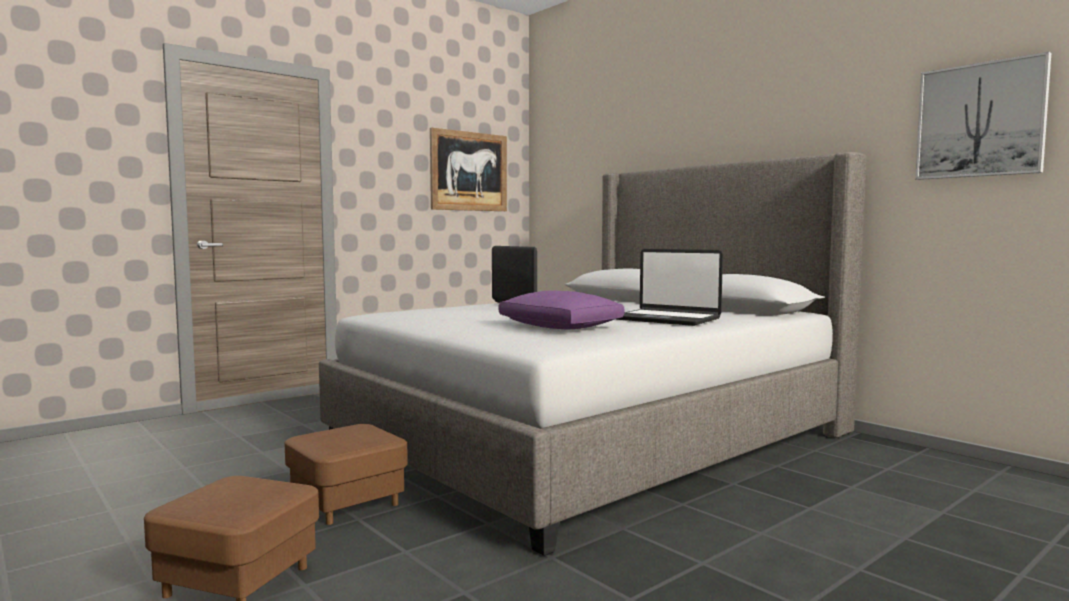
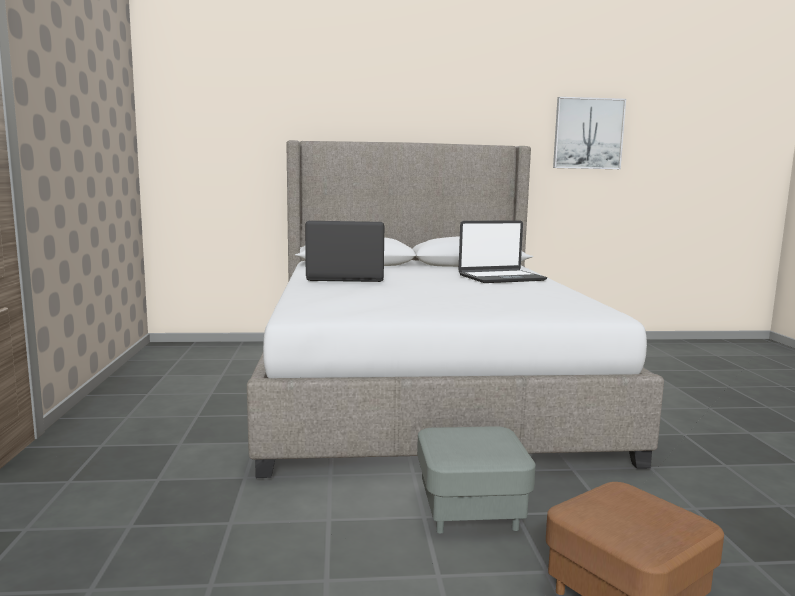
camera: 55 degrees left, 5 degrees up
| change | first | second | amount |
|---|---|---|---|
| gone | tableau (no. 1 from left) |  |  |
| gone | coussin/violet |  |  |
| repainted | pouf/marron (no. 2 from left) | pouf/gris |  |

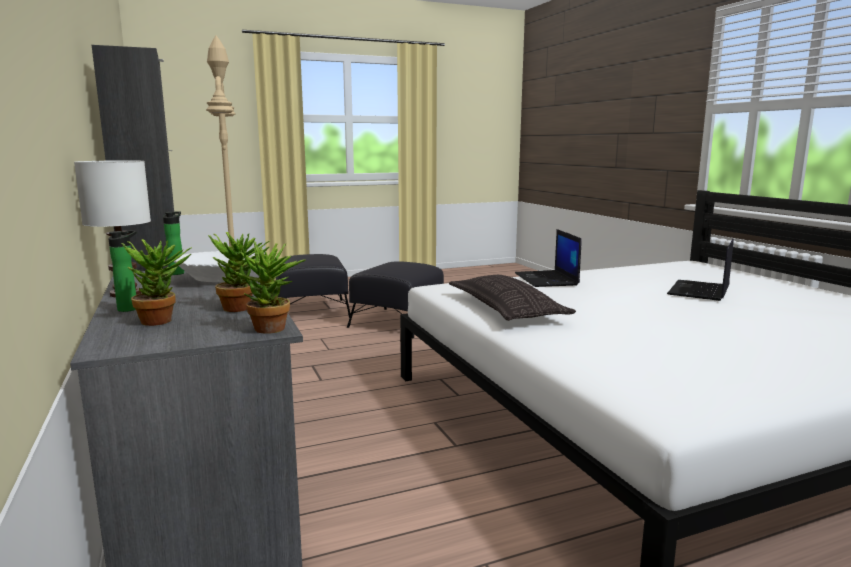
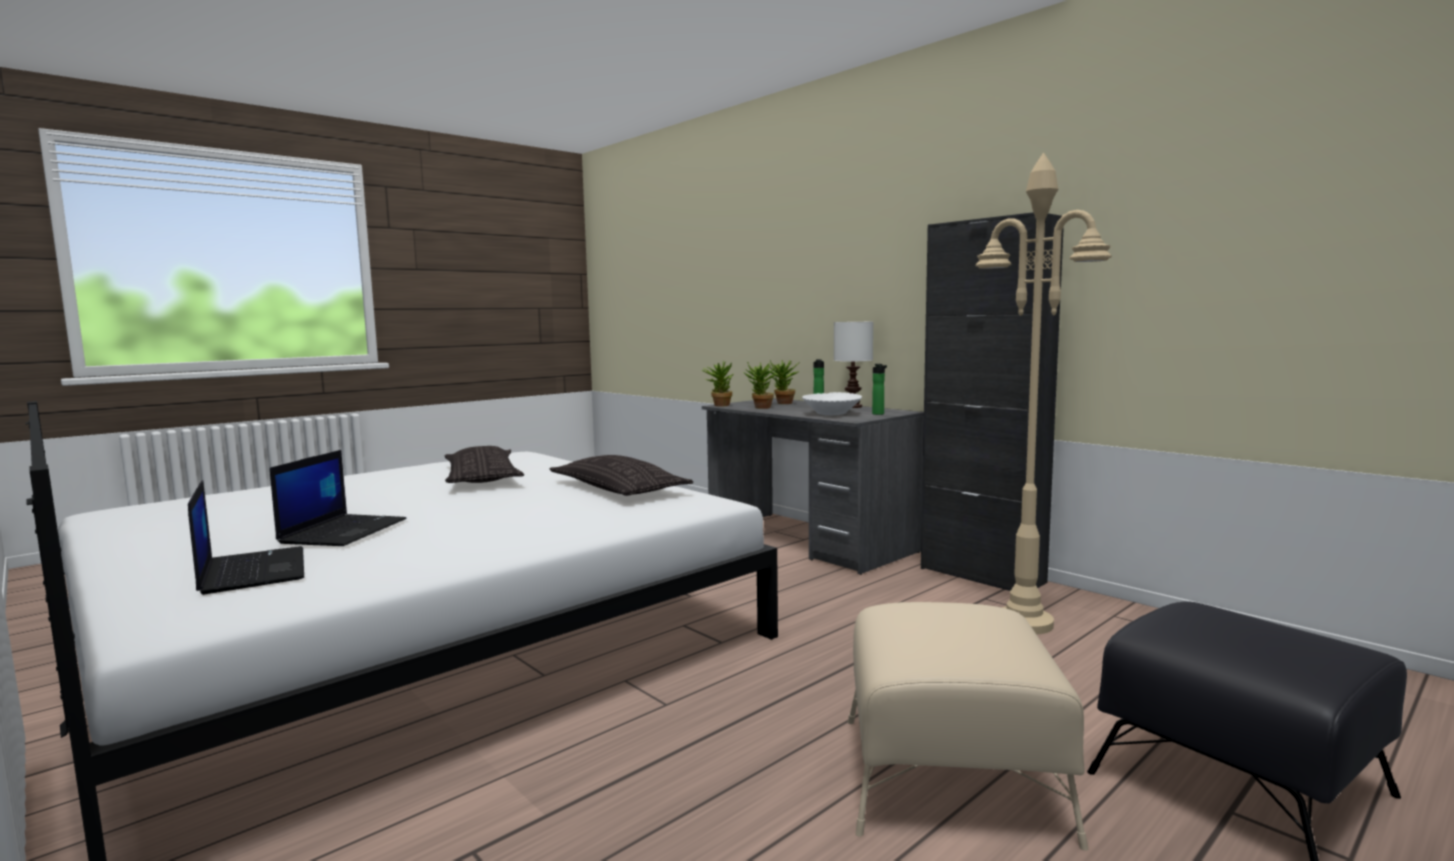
camera: 160 degrees right, 5 degrees down
| change | first | second | amount |
|---|---|---|---|
| new |  | coussin (no. 1 from left) |  |
| shifted | ordinateur portable (no. 1 from left) |  |  |
| repainted | pouf/noir (no. 2 from left) | pouf/beige |  |

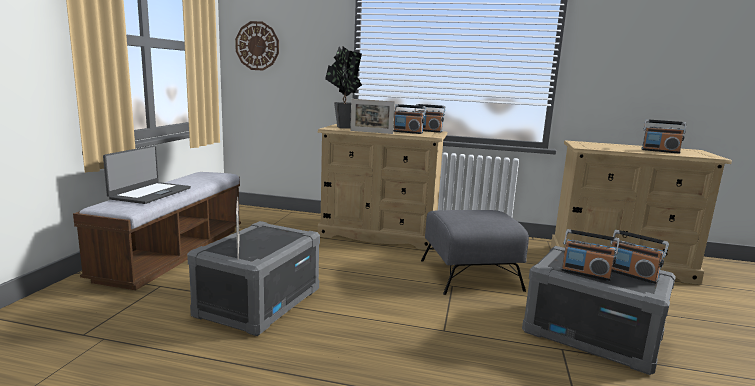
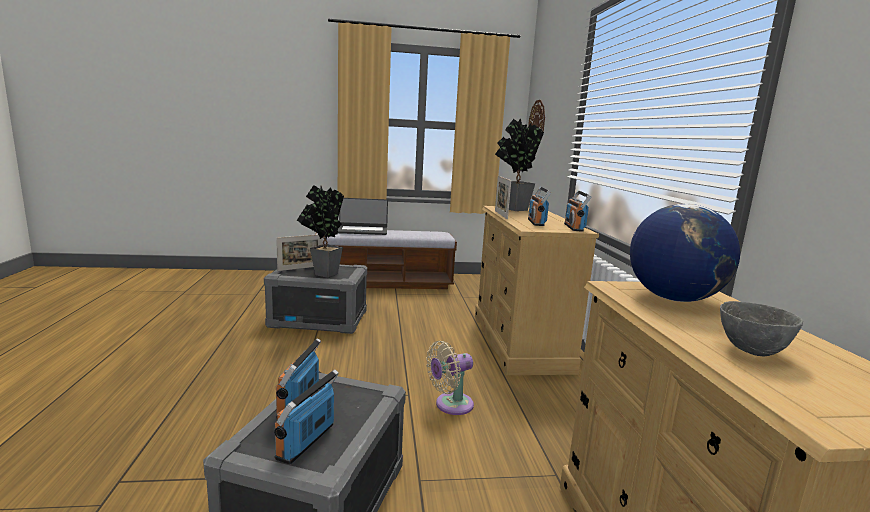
camera: 70 degrees right, 0 degrees up
| change | first | second | amount |
|---|---|---|---|
| new |  | plante en pot (no. 1 from left) |  |
| new |  | globe |  |
| swapped | pouf/gris | ventilateur/beige |  |
| swapped | radio (no. 5 from left) | bol/gris |  |

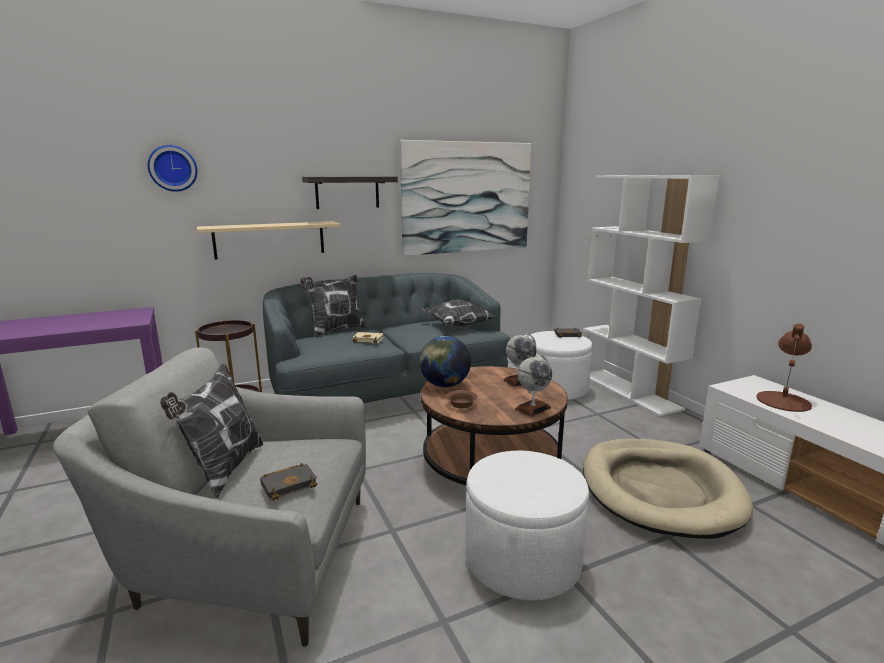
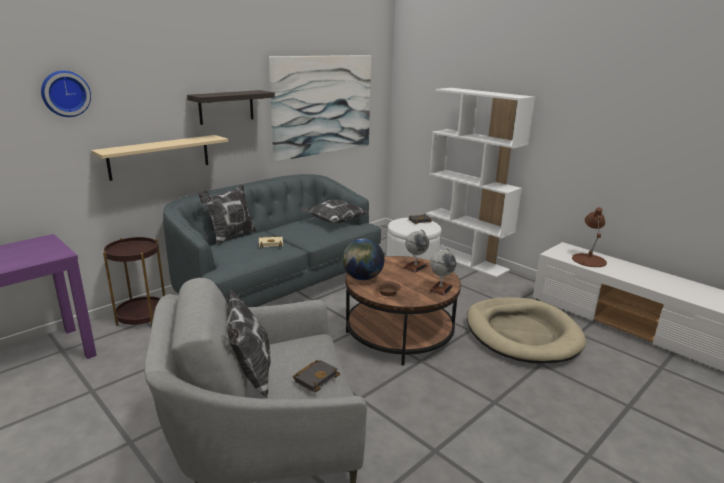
camera: 20 degrees left, 5 degrees up
| change | first | second | amount |
|---|---|---|---|
| gone | pouf/blanc (no. 1 from left) |  |  |

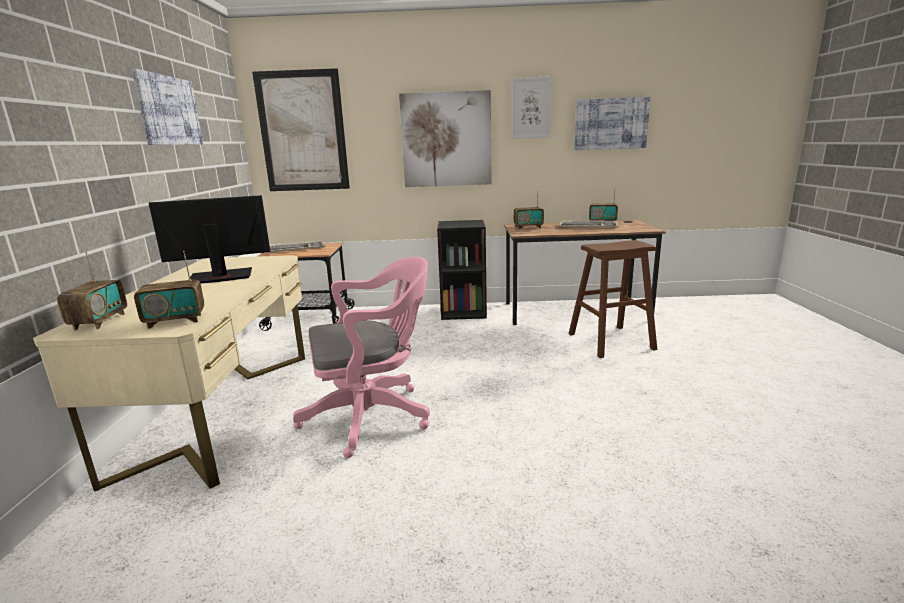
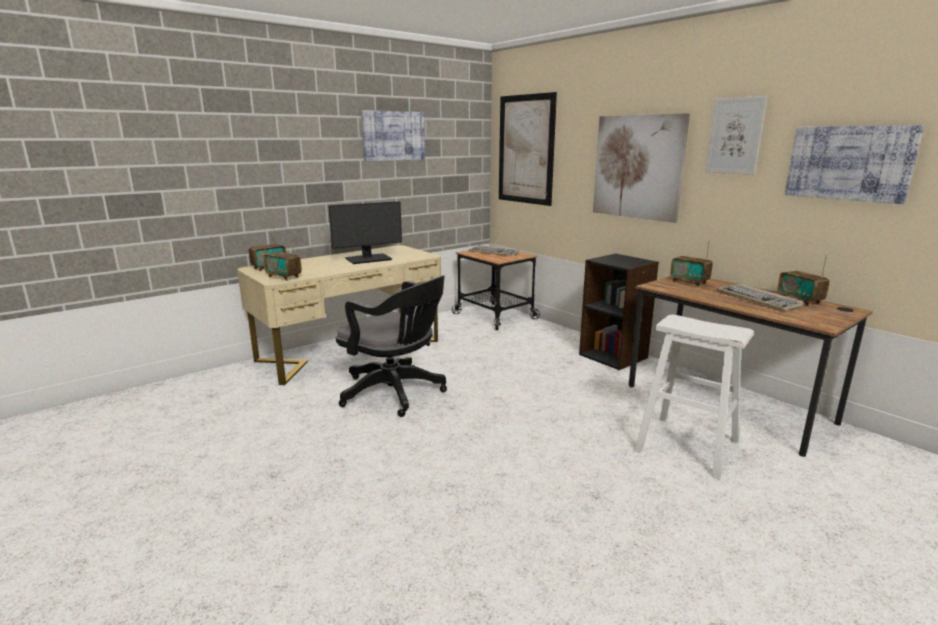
camera: 50 degrees right, 0 degrees up
| change | first | second | amount |
|---|---|---|---|
| repainted | chaise de bureau/rose | chaise de bureau/noir |  |
| repainted | tabouret/marron | tabouret/blanc |  |
| rotated | écran d'ordinateur |  | 120 degrees clockwise |

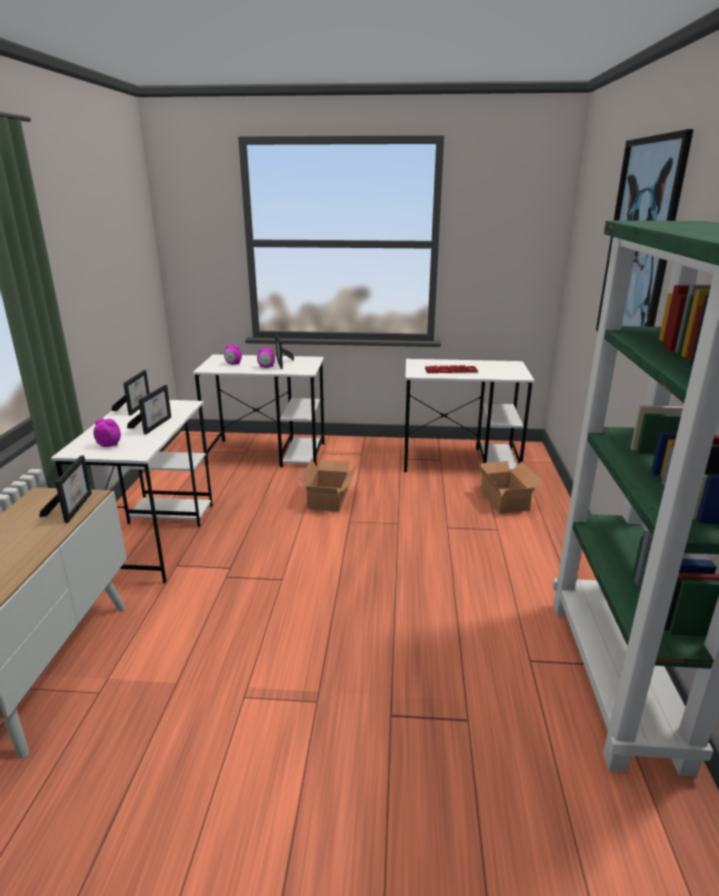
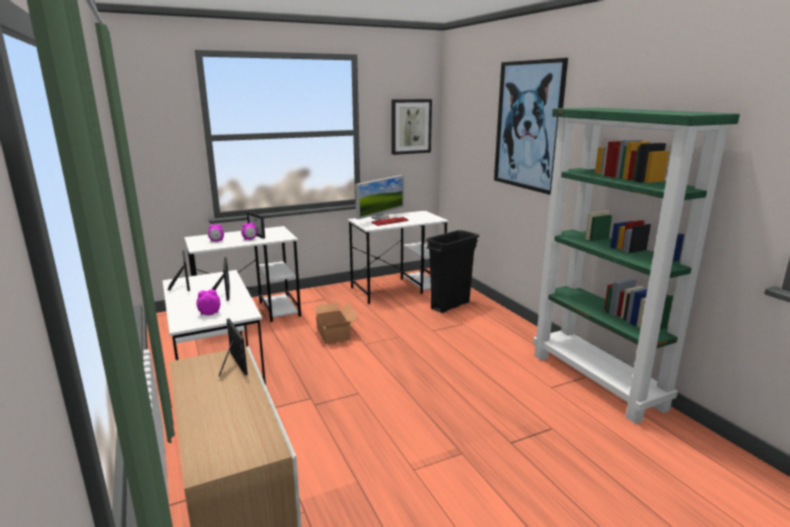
camera: 30 degrees left, 5 degrees down
| change | first | second | amount |
|---|---|---|---|
| new |  | écran d'ordinateur |  |
| new |  | tableau (no. 1 from left) |  |
| swapped | carton (no. 2 from left) | poubelle/noir |  |

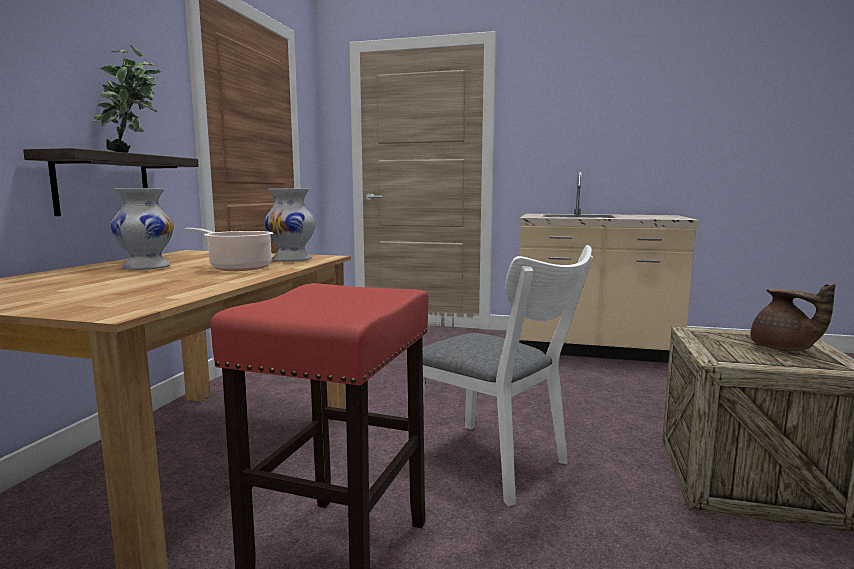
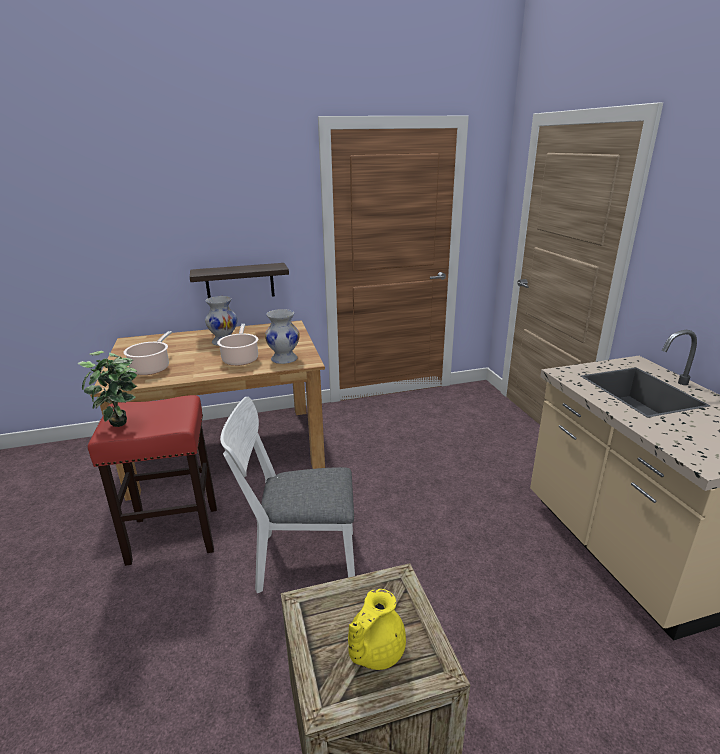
camera: 60 degrees right, 15 degrees up
| change | first | second | amount |
|---|---|---|---|
| new |  | marmite (no. 1 from left) |  |
| shifted | plante en pot |  |  |
| repainted | théière/marron | théière/jaune |  |
| rotated | chaise/blanc |  | 75 degrees clockwise |

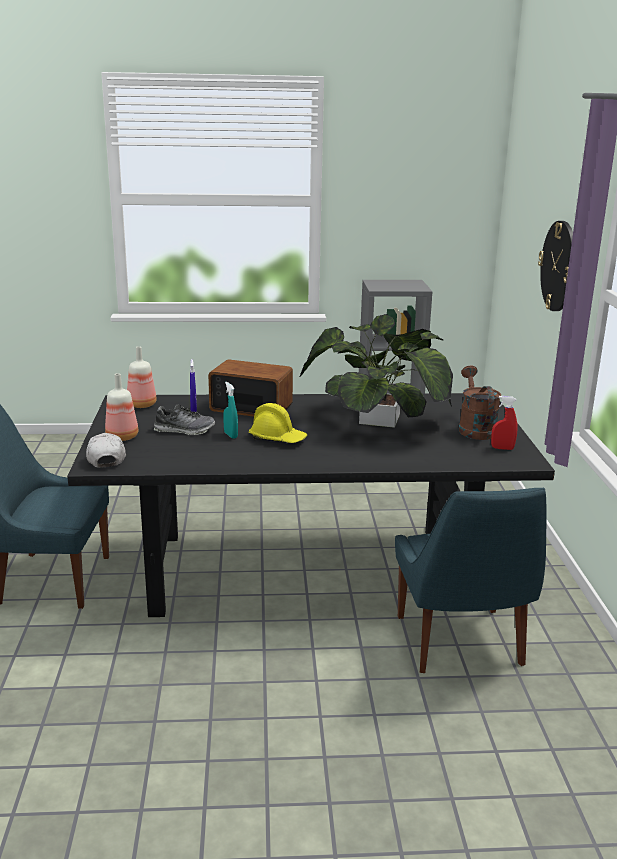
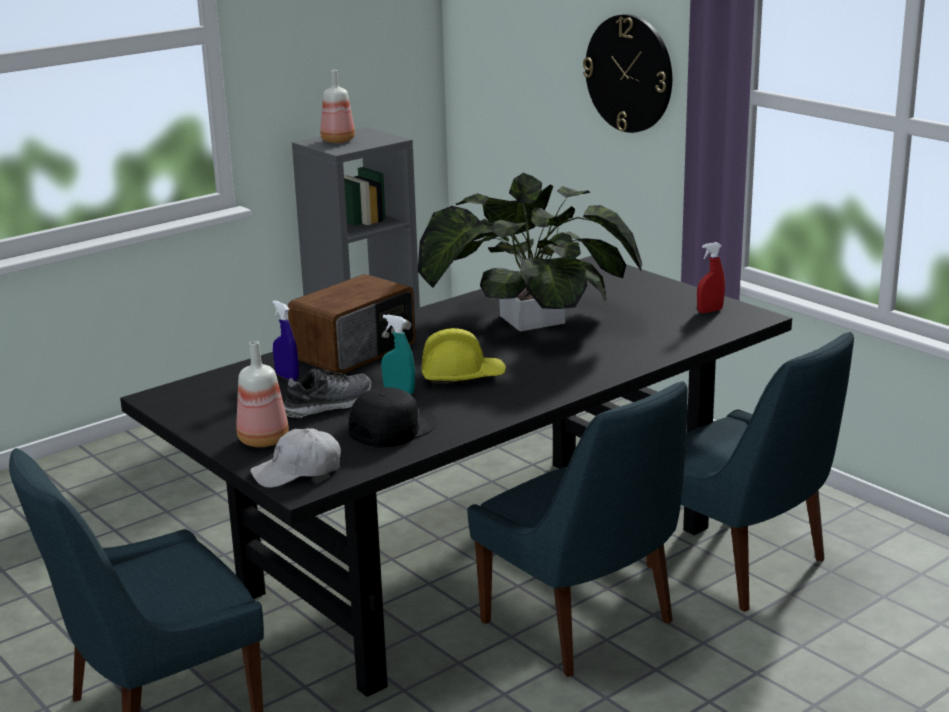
camera: 35 degrees left, 0 degrees up
| change | first | second | amount |
|---|---|---|---|
| gone | arrosoir/marron |  |  |
| new |  | casquette/noir |  |
| new |  | chaise/bleu (no. 2 from left) |  |
| shifted | bouteille (no. 2 from left) |  |  |
| rotated | casquette/blanc |  | 60 degrees counterclockwise |
| rotated | radio |  | 150 degrees clockwise |

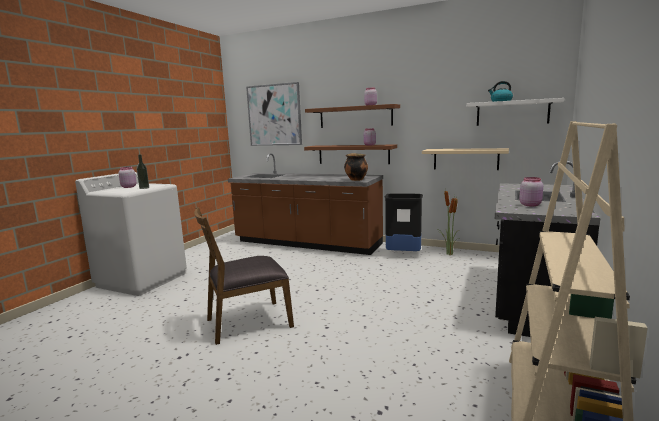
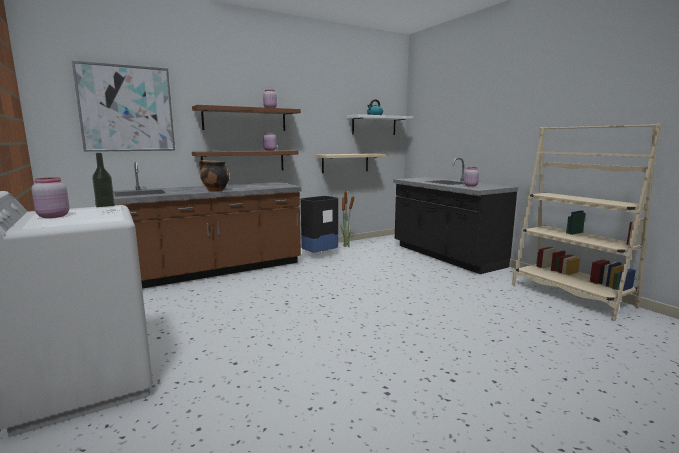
camera: 55 degrees left, 0 degrees up
| change | first | second | amount |
|---|---|---|---|
| gone | chaise/marron |  |  |
| shifted | marmite |  |  |

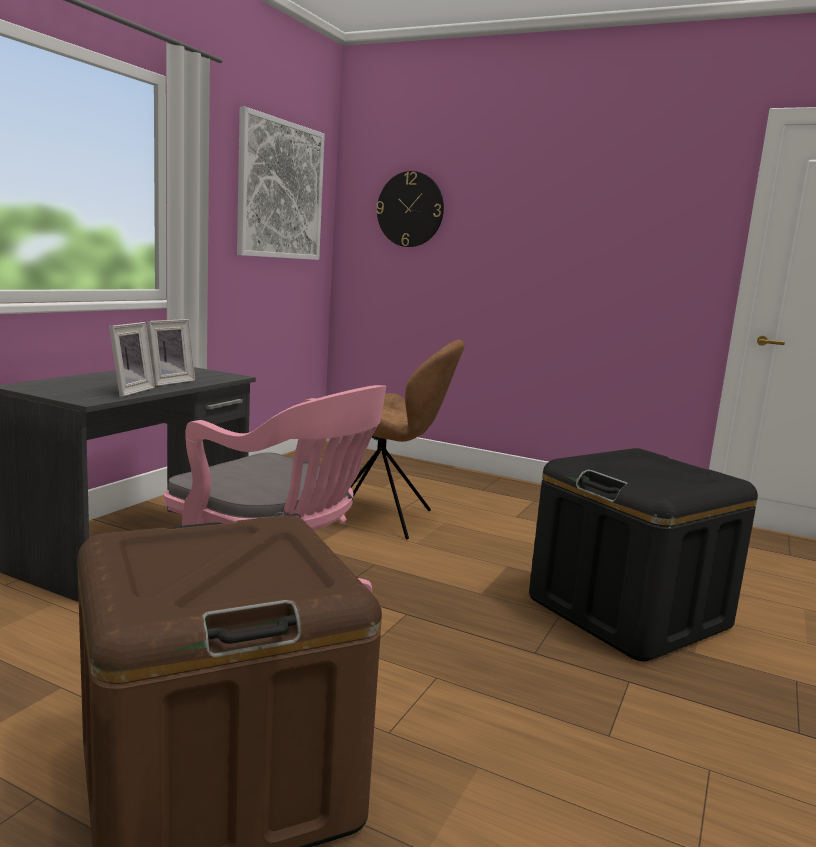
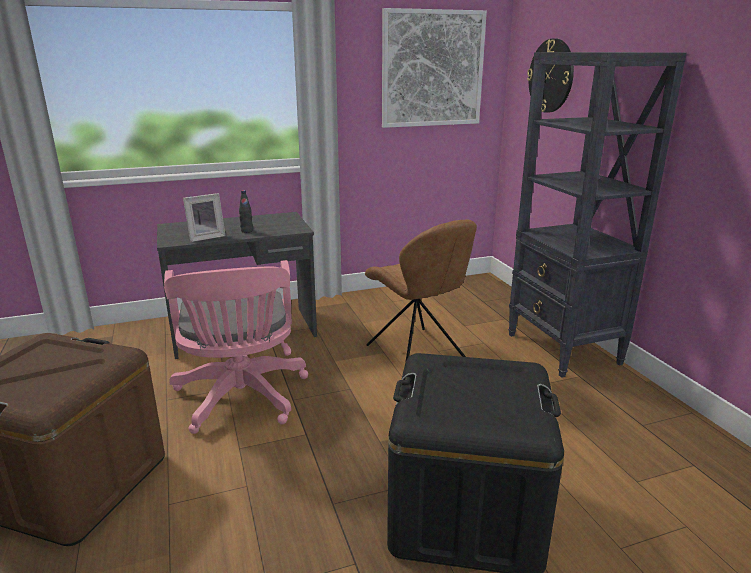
camera: 45 degrees right, 10 degrees up
| change | first | second | amount |
|---|---|---|---|
| new |  | bibliothèque/noir |  |
| swapped | cadre photo (no. 2 from left) | bouteille/noir |  |

